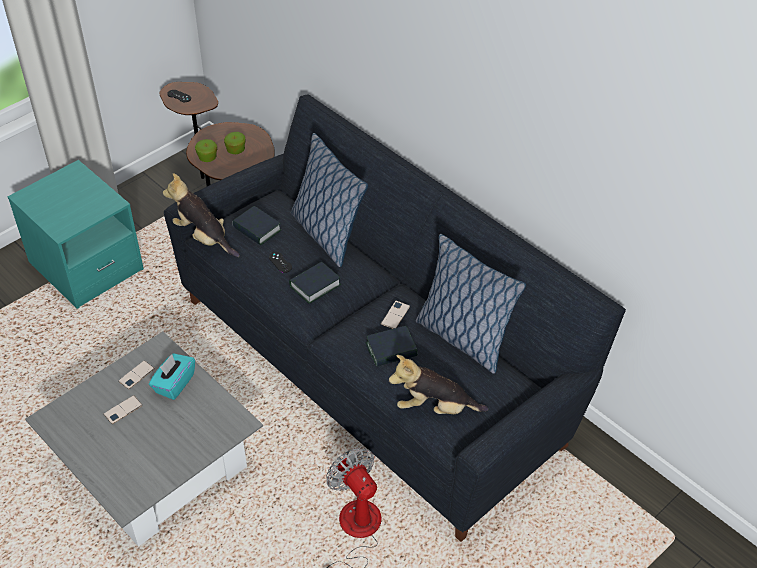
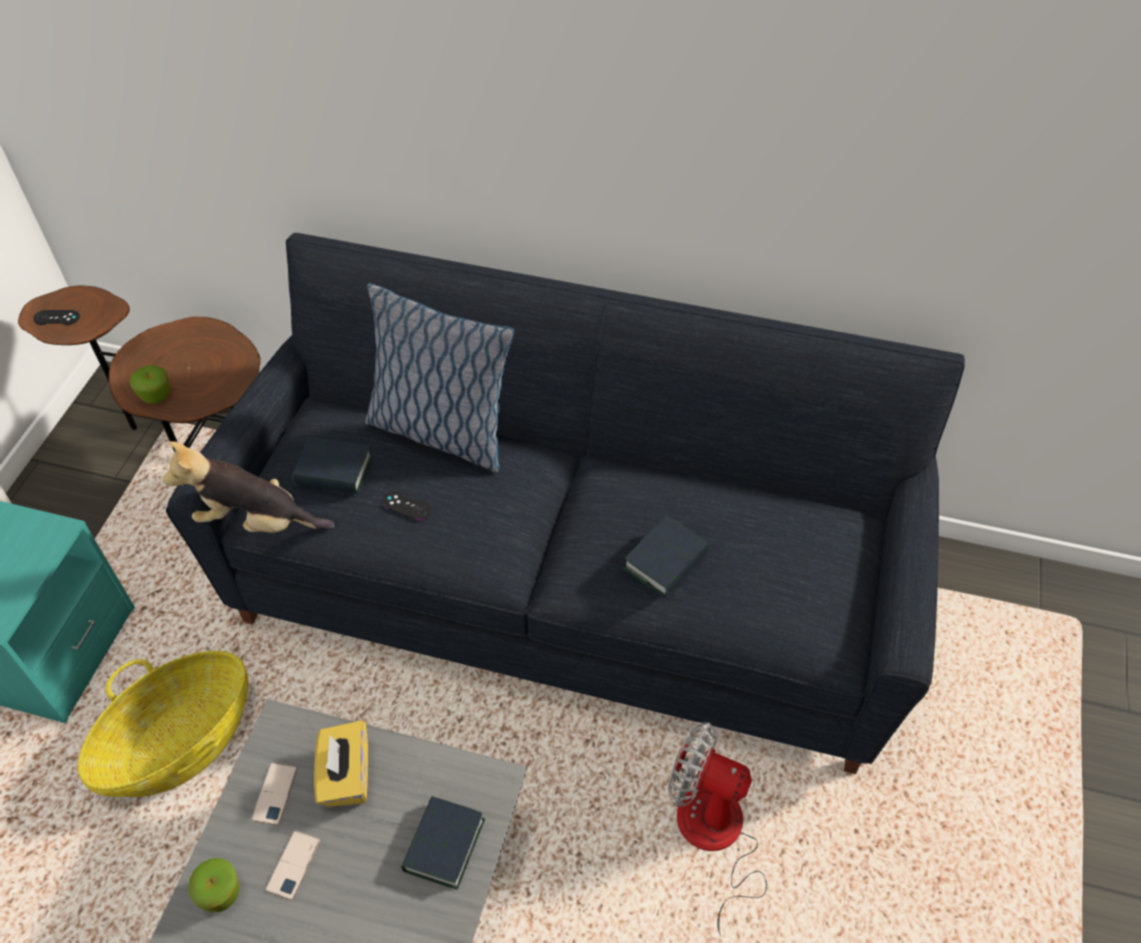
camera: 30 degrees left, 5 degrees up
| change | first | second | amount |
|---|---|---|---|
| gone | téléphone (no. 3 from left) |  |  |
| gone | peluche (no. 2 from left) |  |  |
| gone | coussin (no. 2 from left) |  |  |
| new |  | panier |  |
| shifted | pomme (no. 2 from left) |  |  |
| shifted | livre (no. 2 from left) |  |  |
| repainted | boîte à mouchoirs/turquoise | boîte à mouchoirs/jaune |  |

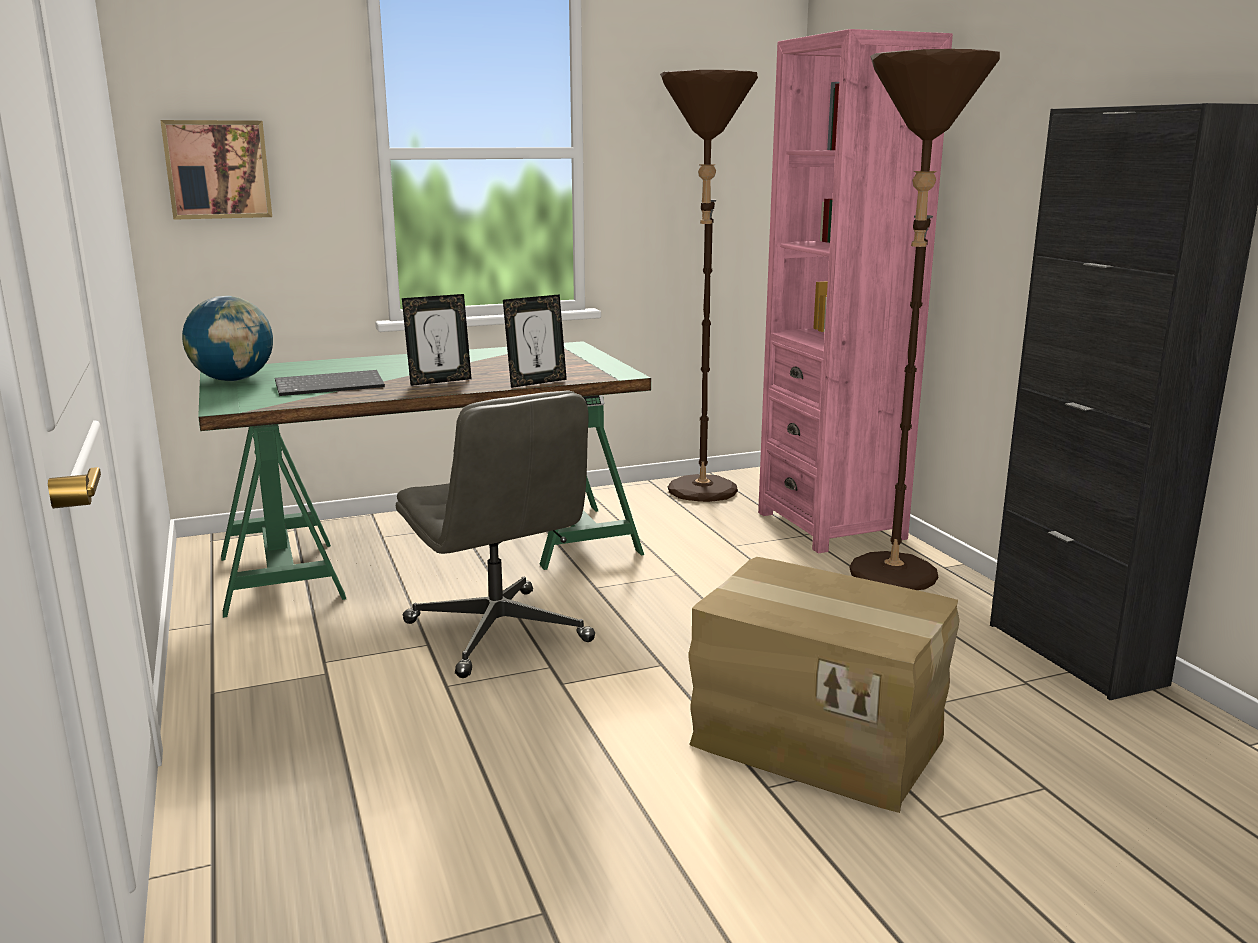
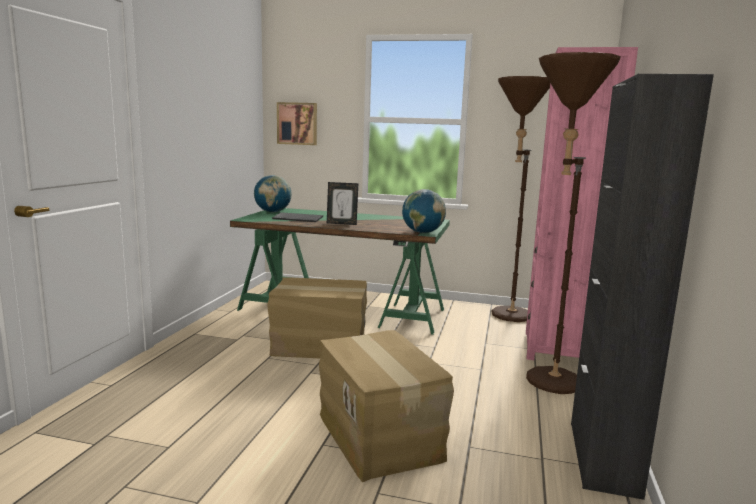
camera: 35 degrees right, 5 degrees down
| change | first | second | amount |
|---|---|---|---|
| gone | cadre photo (no. 2 from left) |  |  |
| new |  | globe (no. 2 from left) |  |
| swapped | chaise de bureau/gris | carton (no. 1 from left) |  |

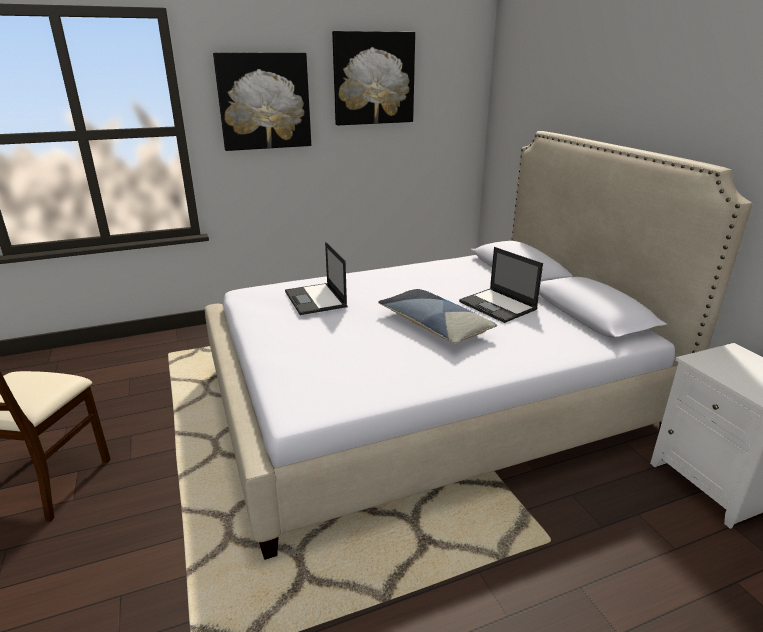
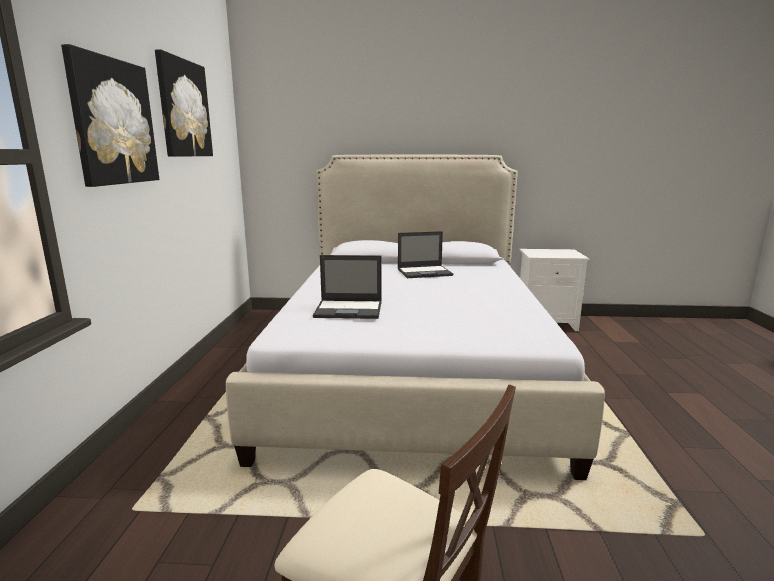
camera: 65 degrees left, 10 degrees down
| change | first | second | amount |
|---|---|---|---|
| gone | coussin |  |  |

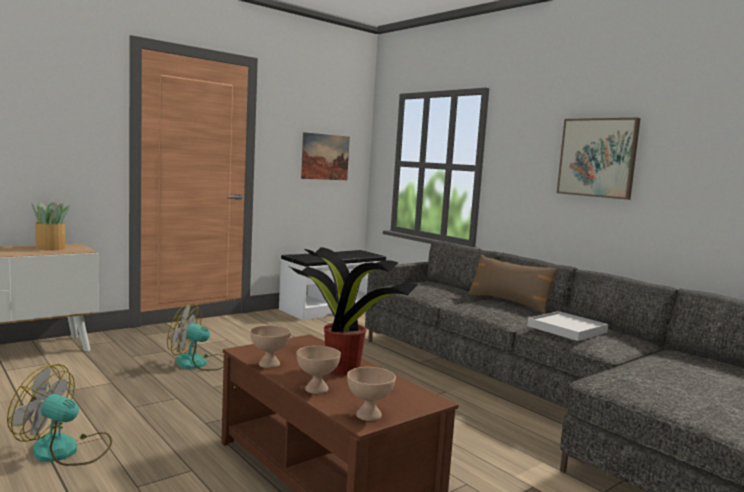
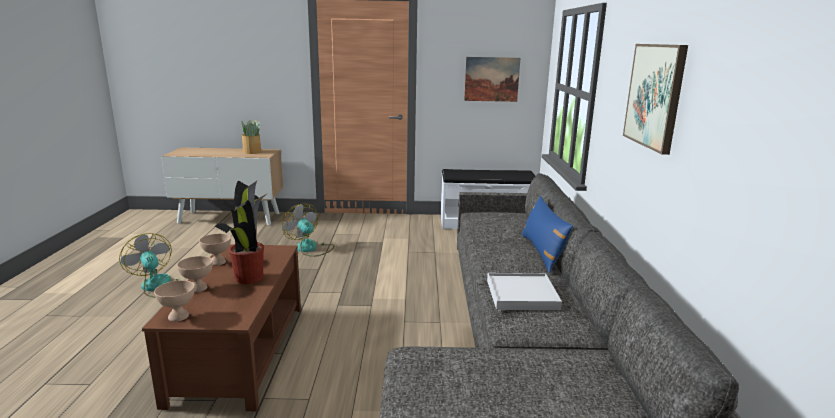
camera: 40 degrees right, 10 degrees up
| change | first | second | amount |
|---|---|---|---|
| repainted | coussin/marron | coussin/bleu |  |

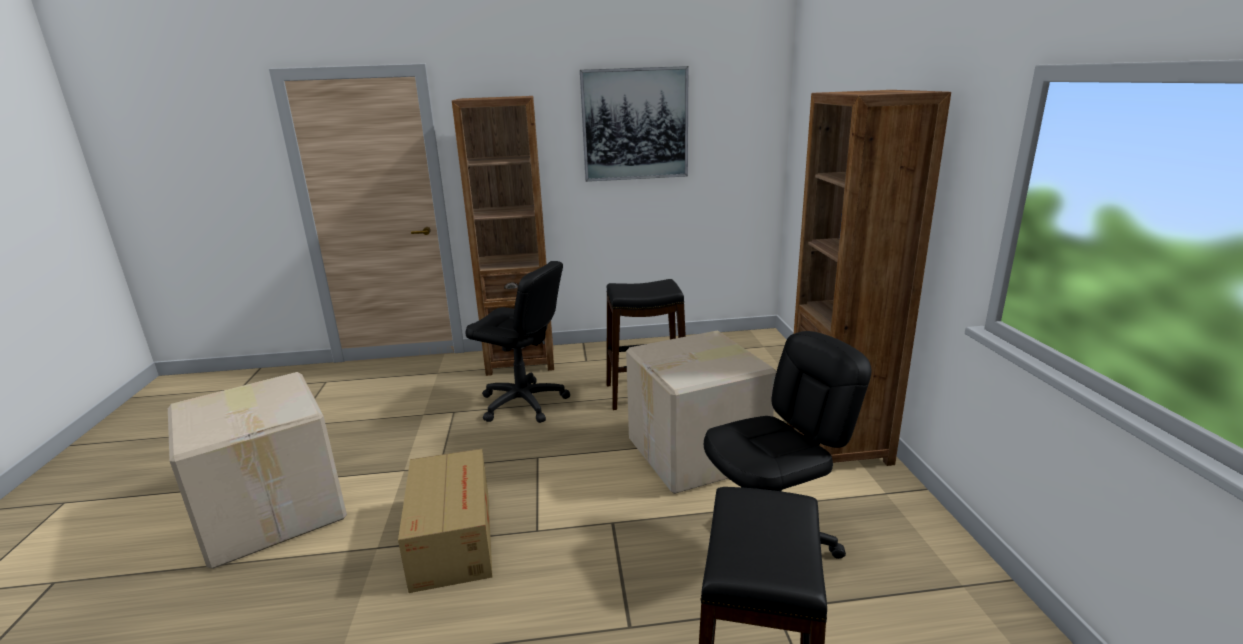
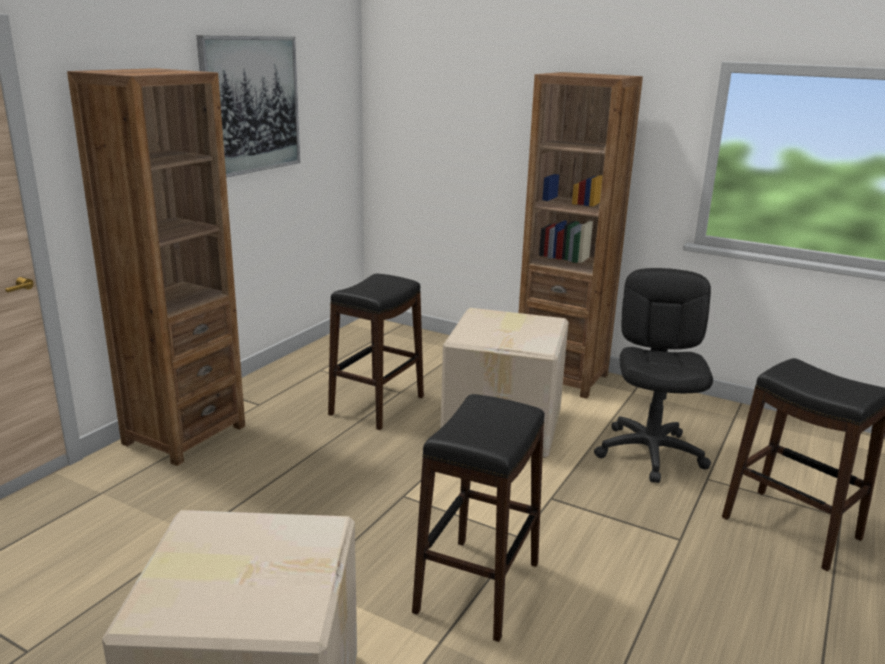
camera: 55 degrees left, 0 degrees up
| change | first | second | amount |
|---|---|---|---|
| gone | chaise de bureau/noir (no. 1 from left) |  |  |
| swapped | carton (no. 2 from left) | tabouret/noir (no. 2 from left) |  |

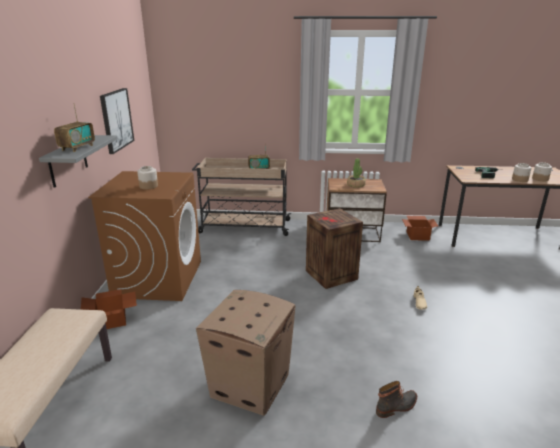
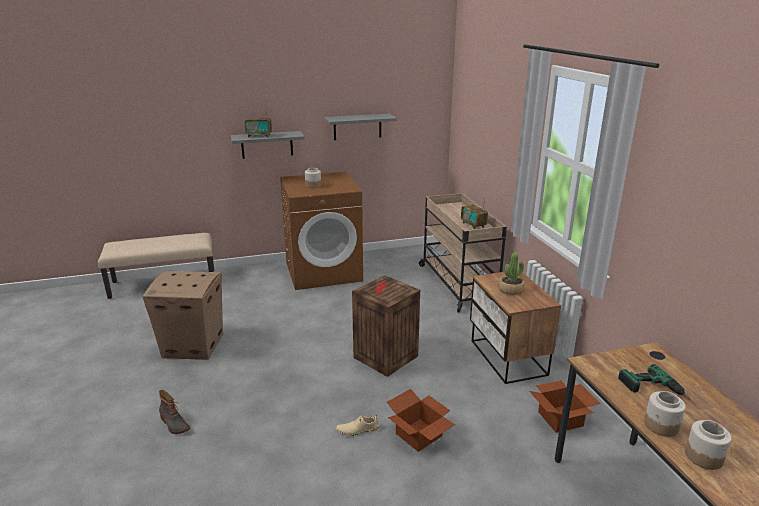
camera: 70 degrees right, 0 degrees up
| change | first | second | amount |
|---|---|---|---|
| shifted | carton (no. 1 from left in the first image) | carton (no. 2 from left) |  |
| swapped | tableau | étagère/gris (no. 2 from left) |  |

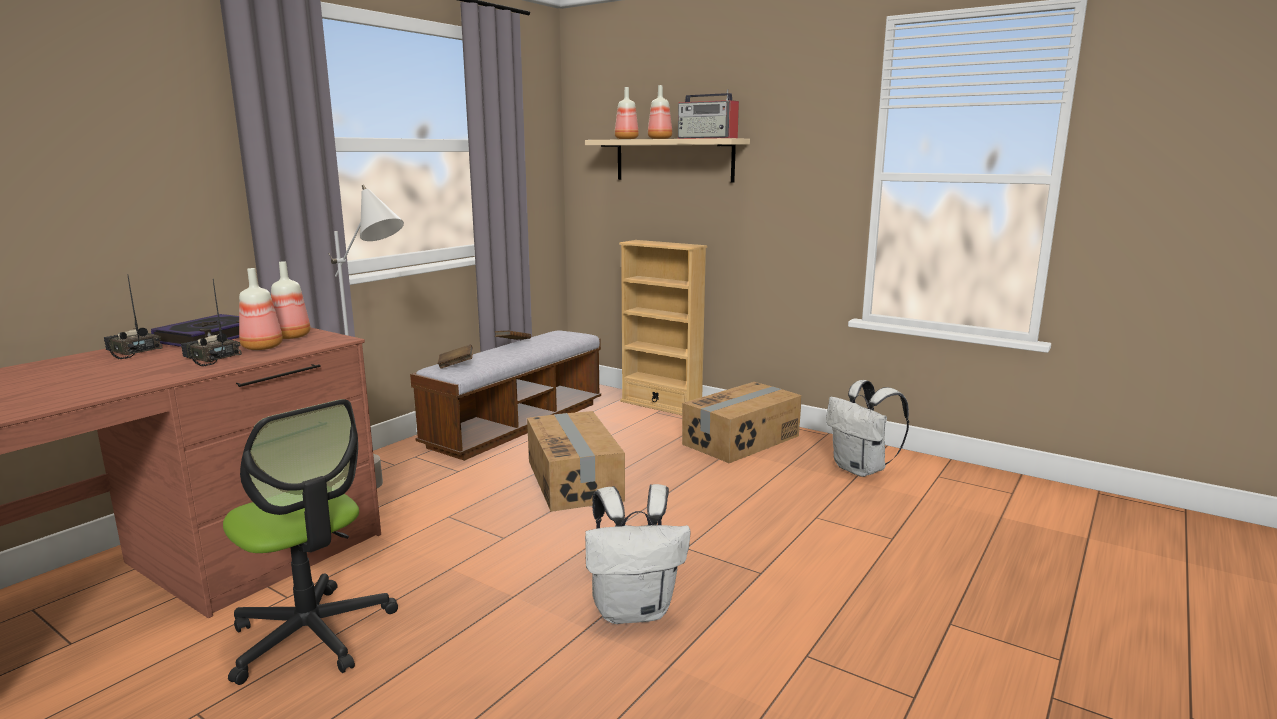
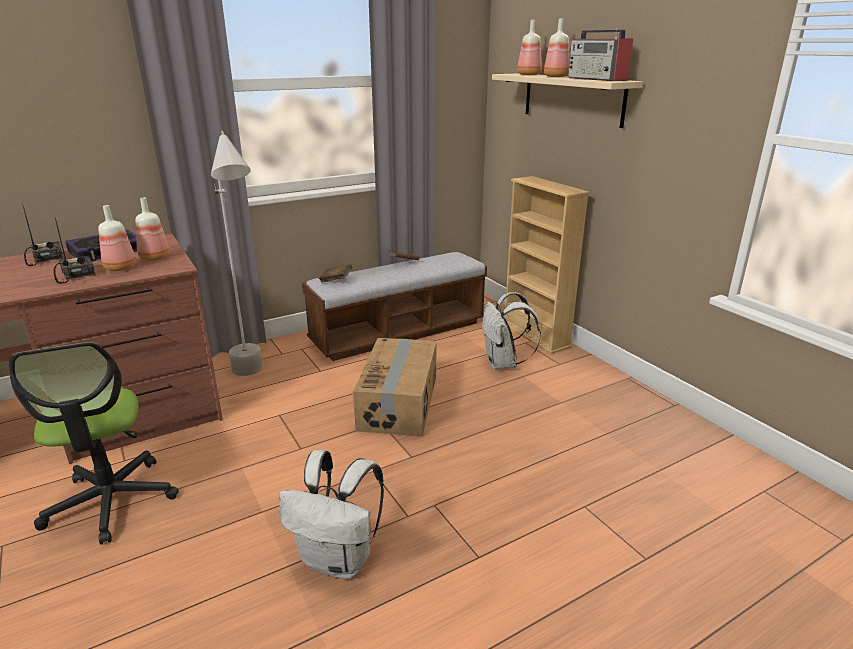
camera: 25 degrees right, 10 degrees up
| change | first | second | amount |
|---|---|---|---|
| gone | carton (no. 2 from left) |  |  |
| shifted | sac à dos/blanc (no. 2 from left) |  |  |

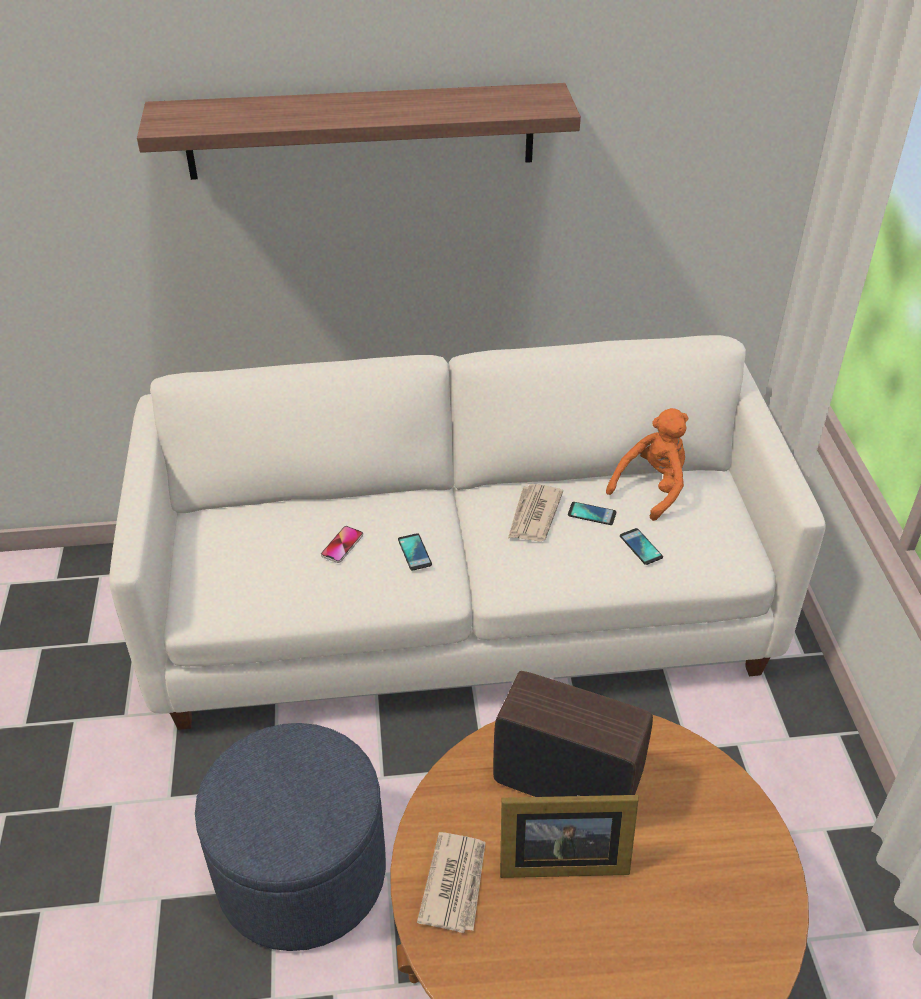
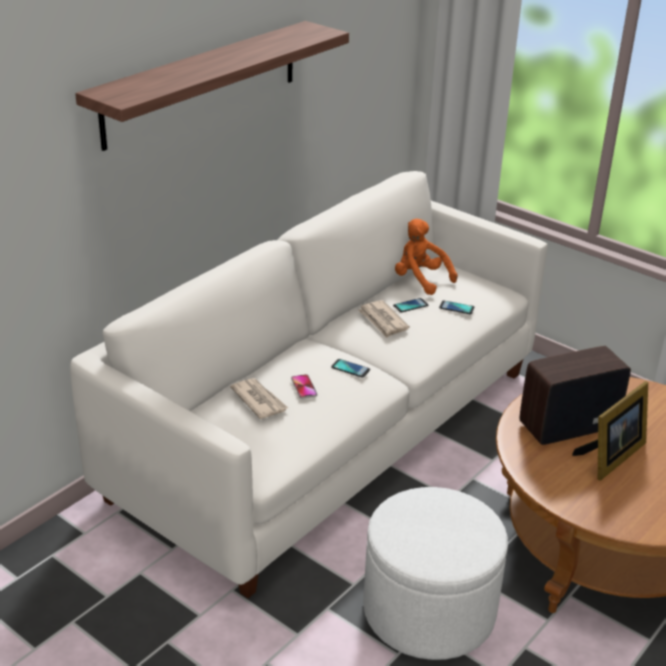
camera: 45 degrees left, 10 degrees down
| change | first | second | amount |
|---|---|---|---|
| shifted | journal (no. 1 from left) |  |  |
| repainted | pouf/bleu | pouf/blanc |  |
| rotated | peluche/orange |  | 45 degrees counterclockwise |

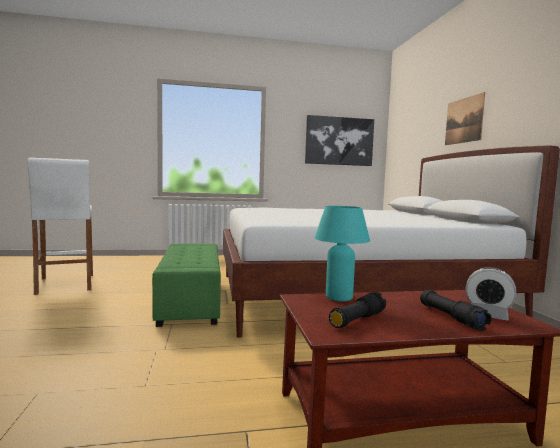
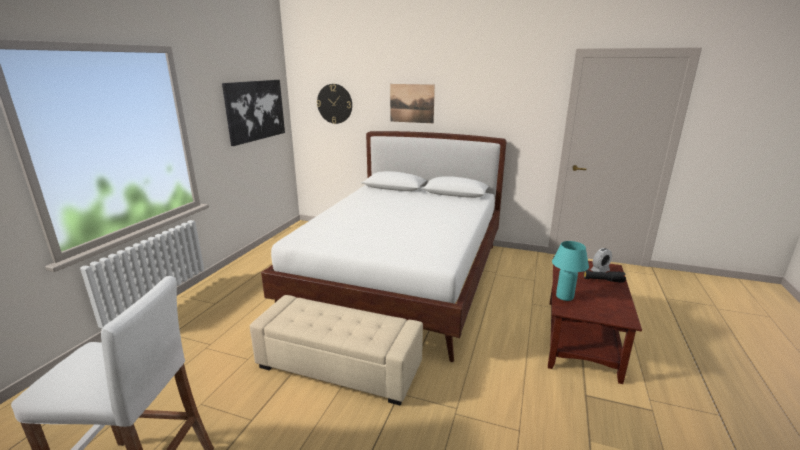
camera: 60 degrees left, 15 degrees up
| change | first | second | amount |
|---|---|---|---|
| gone | lampe de poche/noir (no. 1 from left) |  |  |
| new |  | horloge murale |  |
| repainted | pouf/vert | pouf/beige |  |

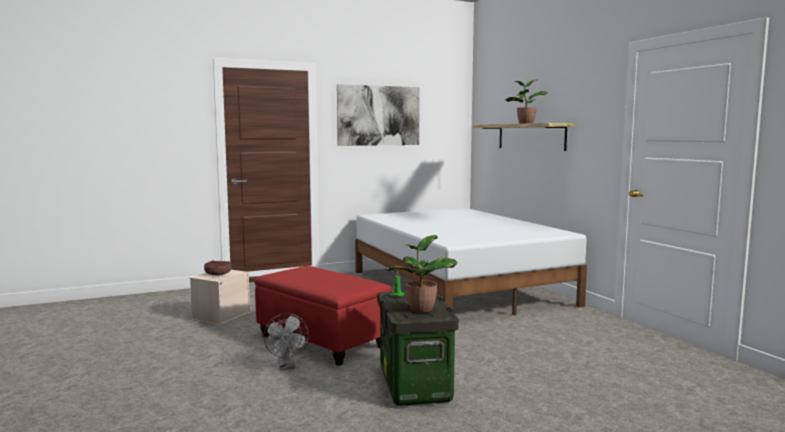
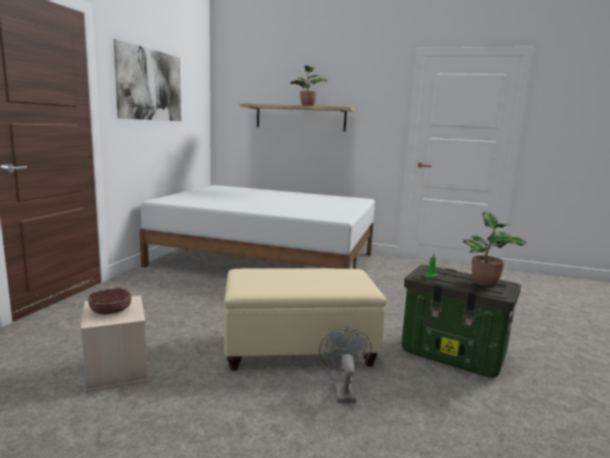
camera: 50 degrees left, 5 degrees up
| change | first | second | amount |
|---|---|---|---|
| repainted | pouf/rouge | pouf/beige |  |
| rotated | ventilateur/gris |  | 120 degrees counterclockwise |

